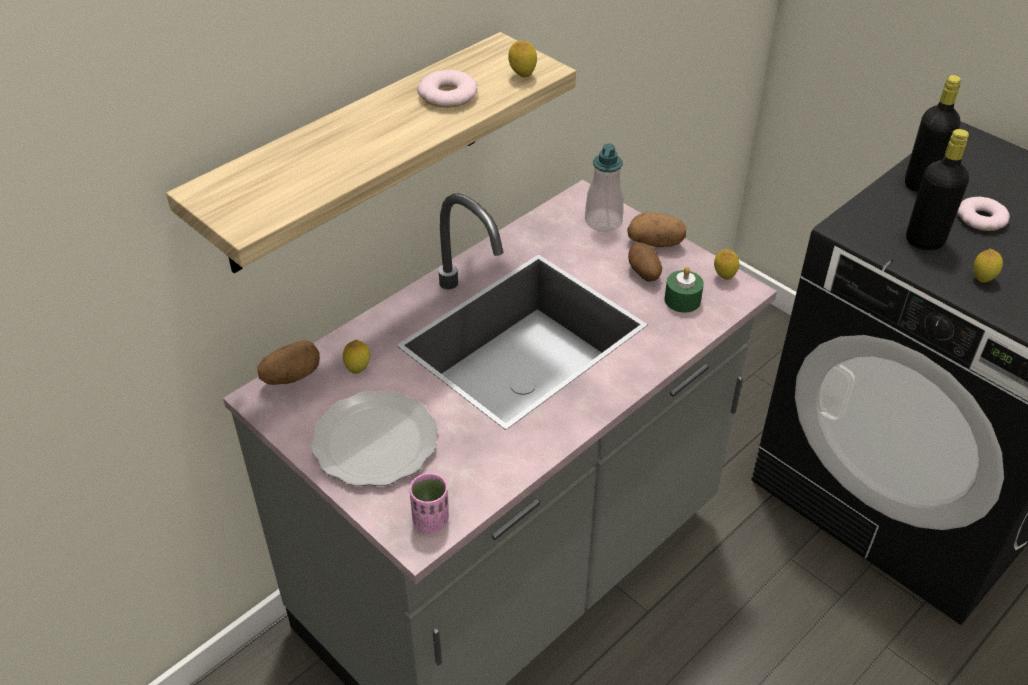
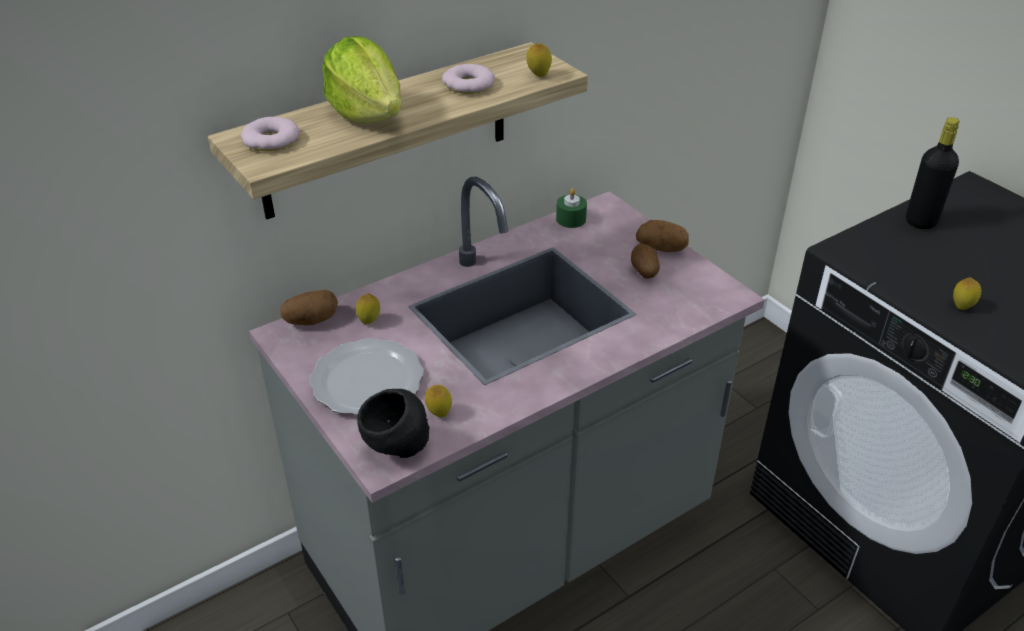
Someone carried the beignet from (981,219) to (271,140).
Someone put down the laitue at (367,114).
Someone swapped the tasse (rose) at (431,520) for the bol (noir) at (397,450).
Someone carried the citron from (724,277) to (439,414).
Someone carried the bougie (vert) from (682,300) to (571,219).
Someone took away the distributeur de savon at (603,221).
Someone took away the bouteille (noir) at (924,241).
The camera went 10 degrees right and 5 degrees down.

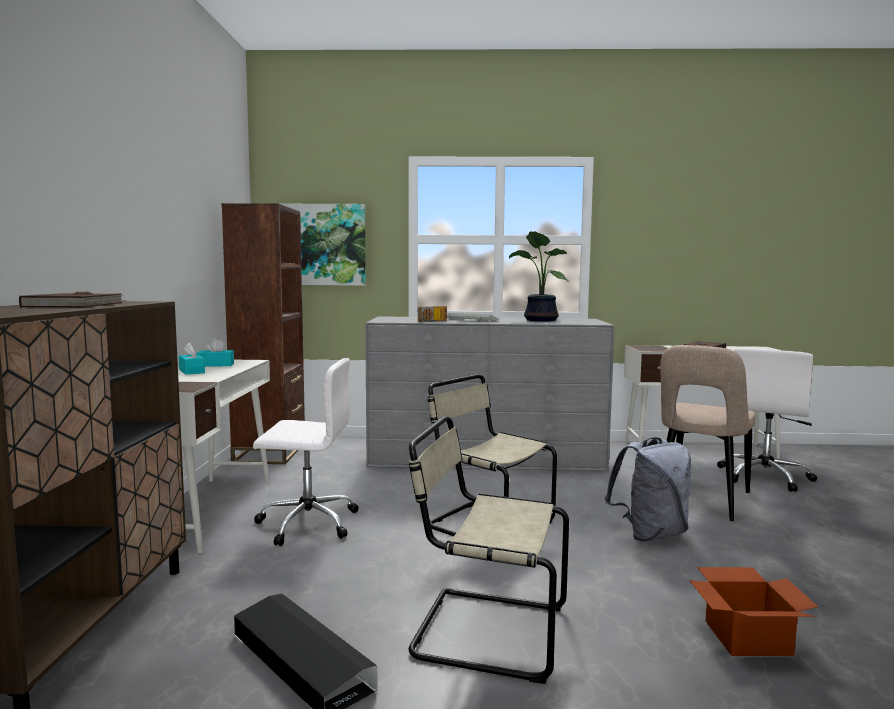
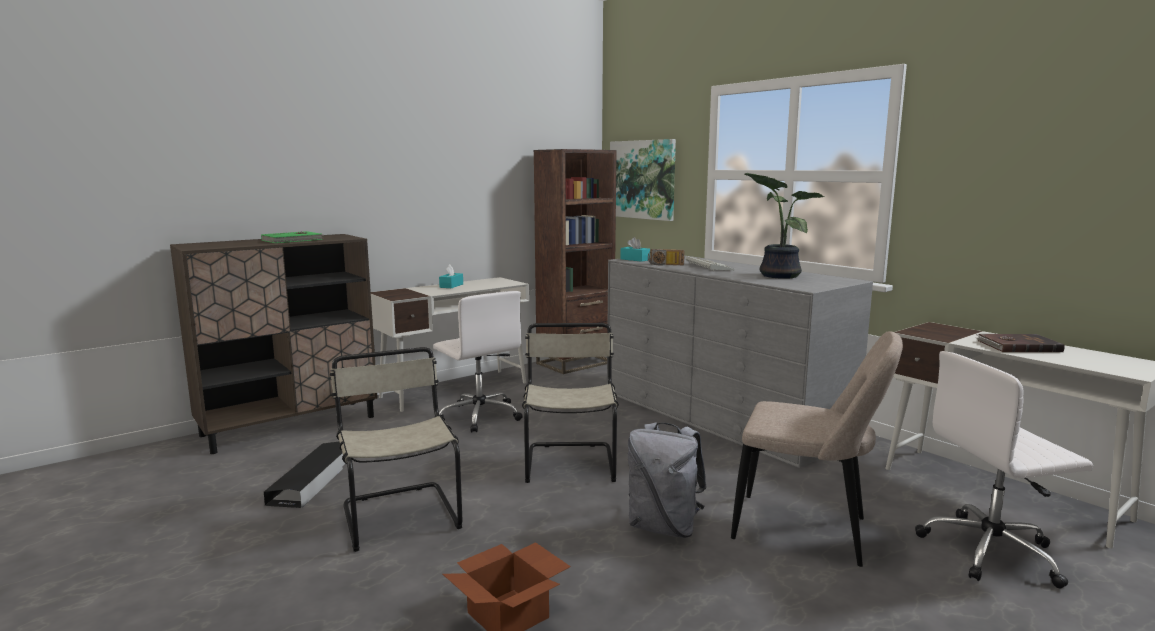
Someone repainted the livre (marron) at (76,305), which became the livre (vert) at (293,240).
Someone carried the boîte à mouchoirs (turquoise) from (216,365) to (635,259).
Someone rotated the chaise (beige) at (700,501) by 150 degrees counterclockwise.
The camera went 50 degrees right and 5 degrees up.

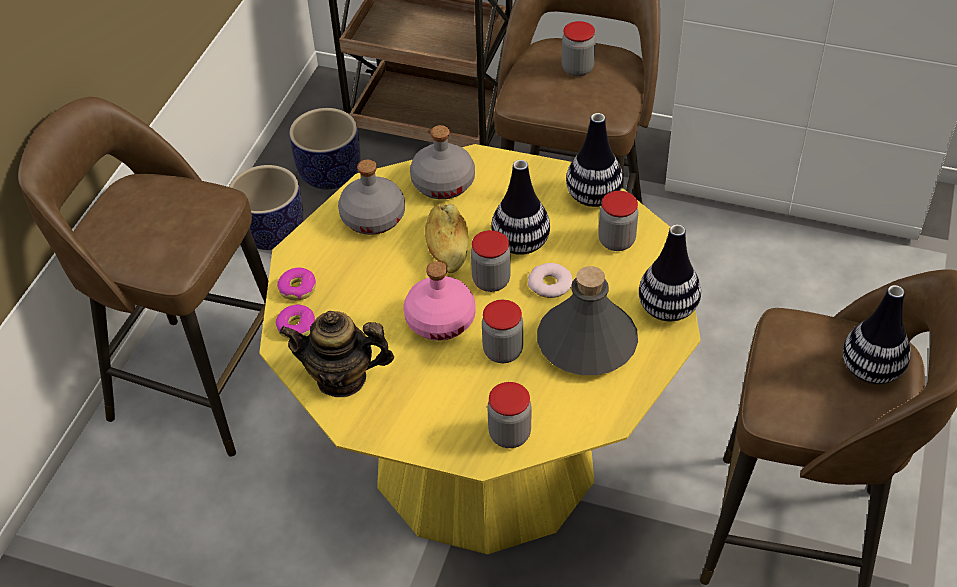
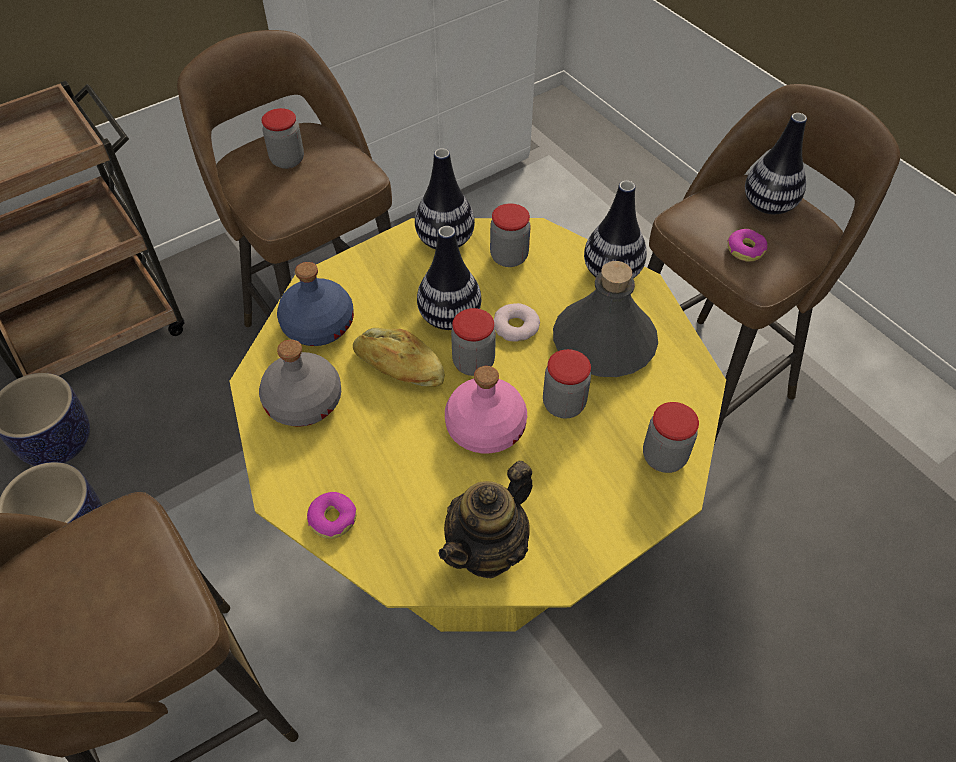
Someone repainted the bouteille (gris) at (443,183), which became the bouteille (bleu) at (317,324).
Someone carried the beignet from (296,326) to (745,250).
The camera went 55 degrees left and 5 degrees up.

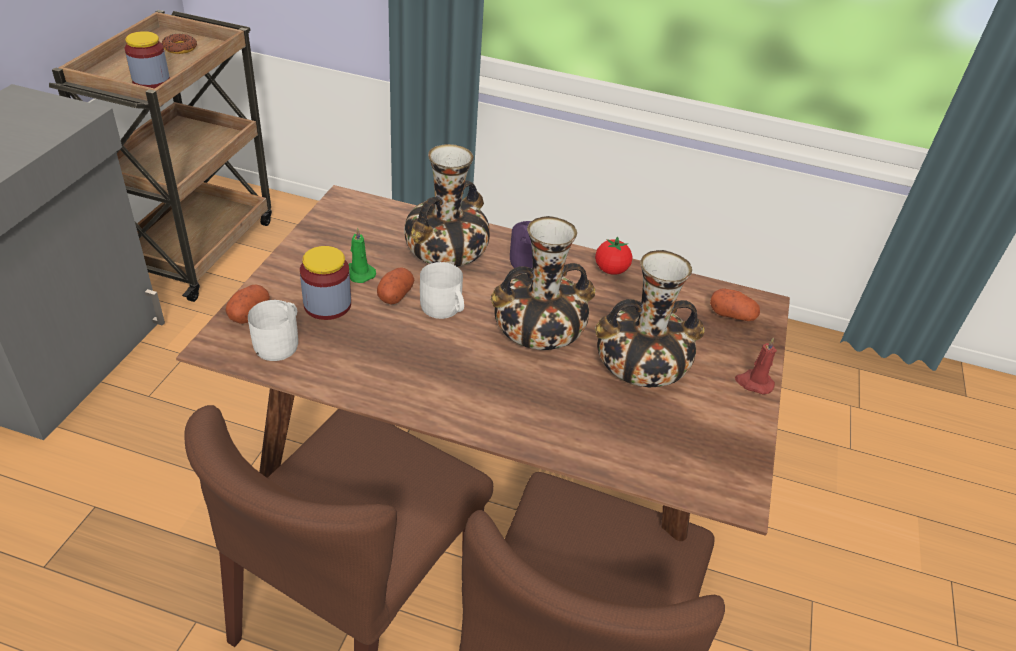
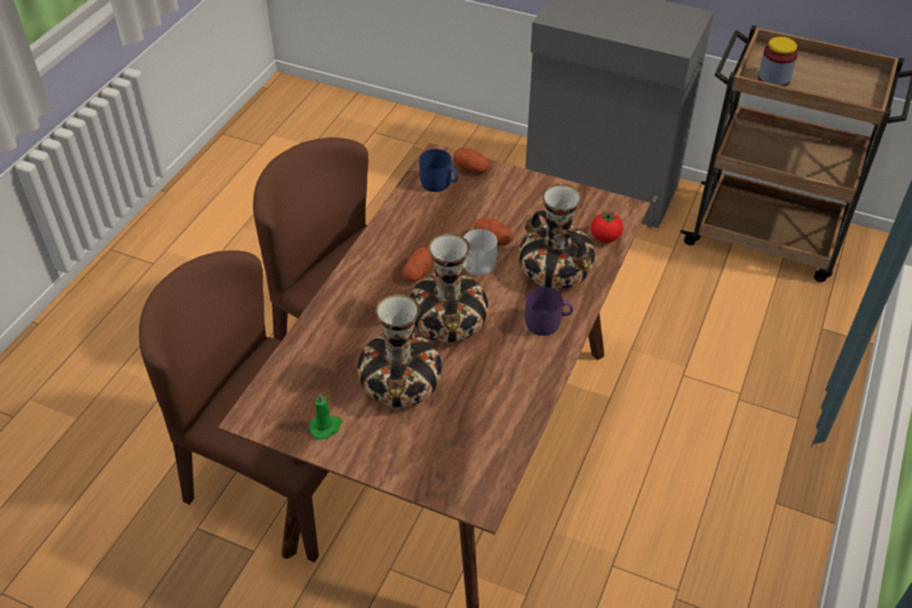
Someone carried the bougie (vert) from (359,273) to (326,427).
Someone carried the pomme de terre from (732,315) to (418,272).
Someone repainted the mug (blanc) at (280,342), which became the mug (bleu) at (439,184).
Someone carried the tomate from (611,270) to (605,238).
Someone took away the beignet at (180,48).
Someone took away the bocal at (327,305).
Someone took away the bougie (rouge) at (753,383).
The camera went 100 degrees right and 5 degrees up.

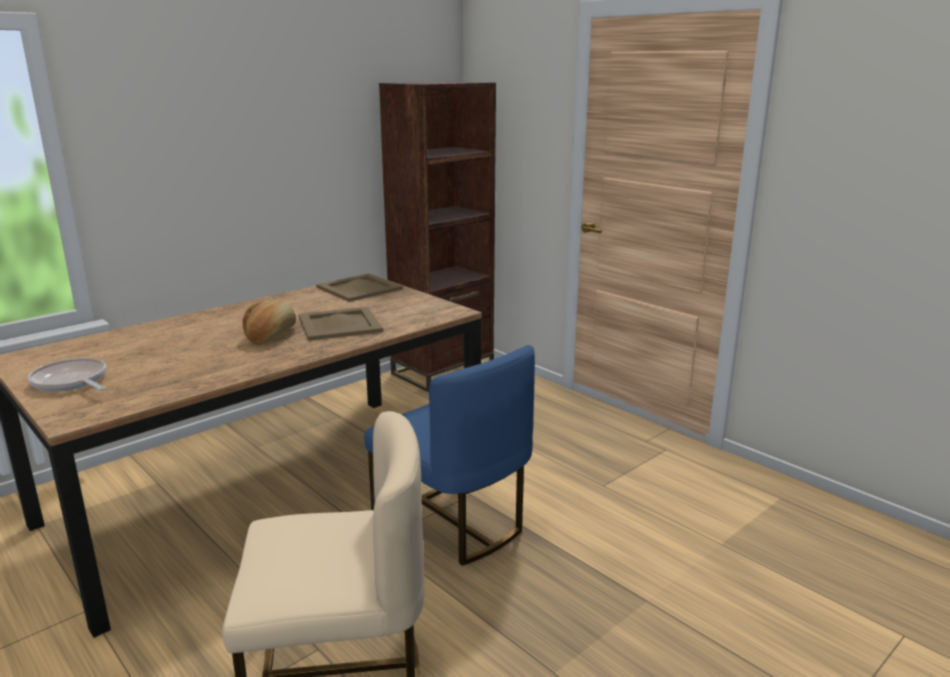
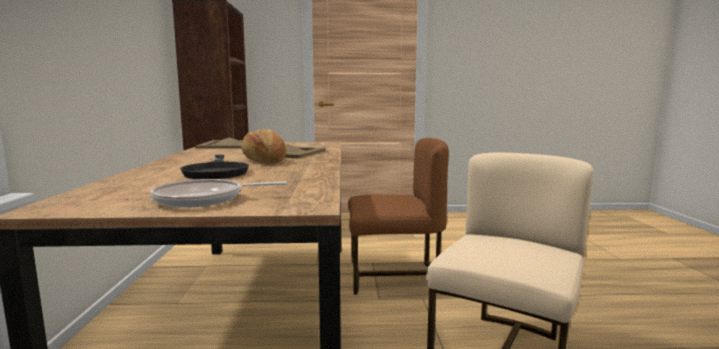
Someone put down the poêle (noir) at (216,171).
Someone repainted the chaise (bleu) at (453,523), which became the chaise (marron) at (393,275).
The camera went 50 degrees left and 10 degrees down.

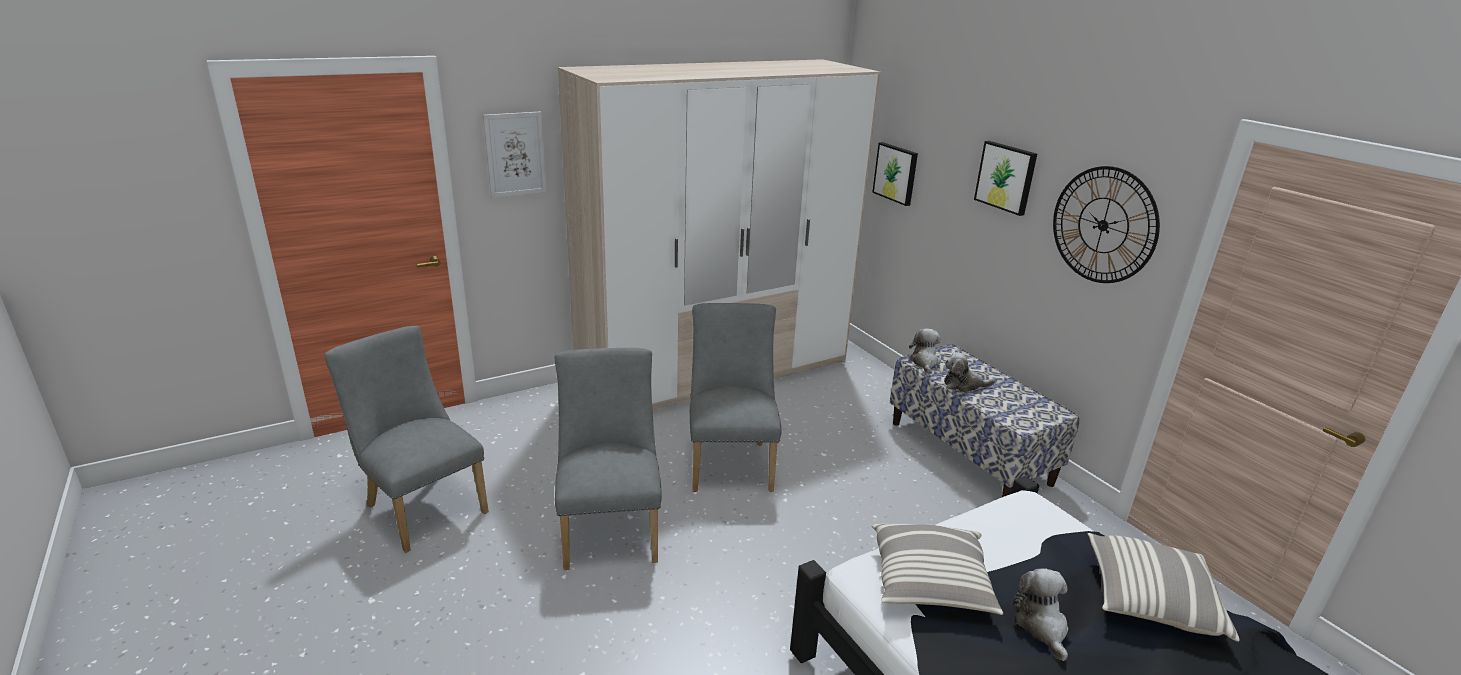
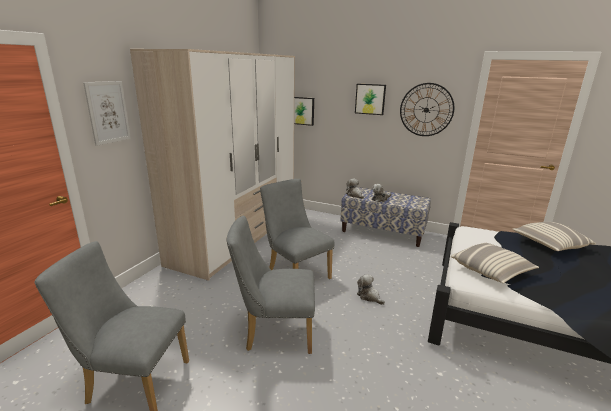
Someone rotated the chaise (gris) at (610,528) by 45 degrees counterclockwise.
Someone carried the peluche from (1041,626) to (369,296).
The camera went 35 degrees left and 5 degrees down.

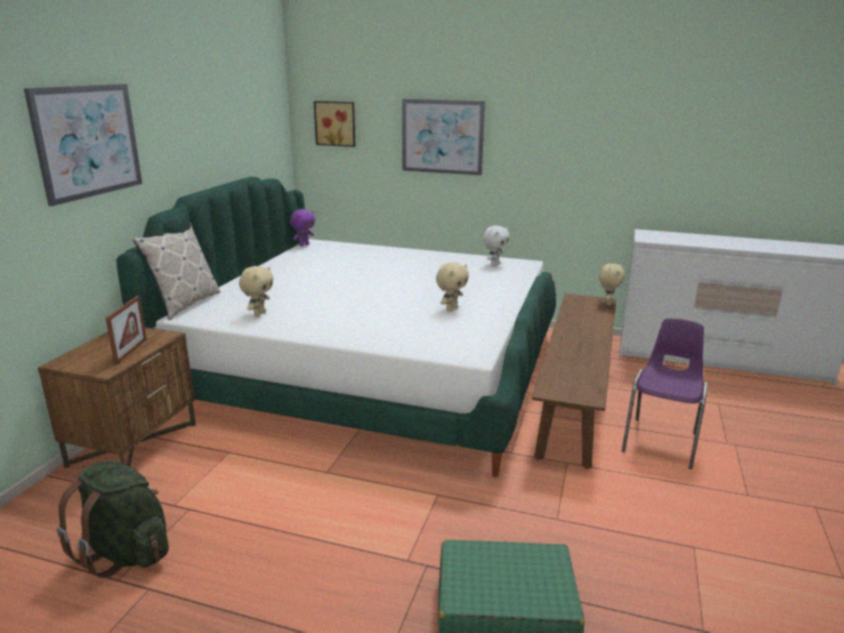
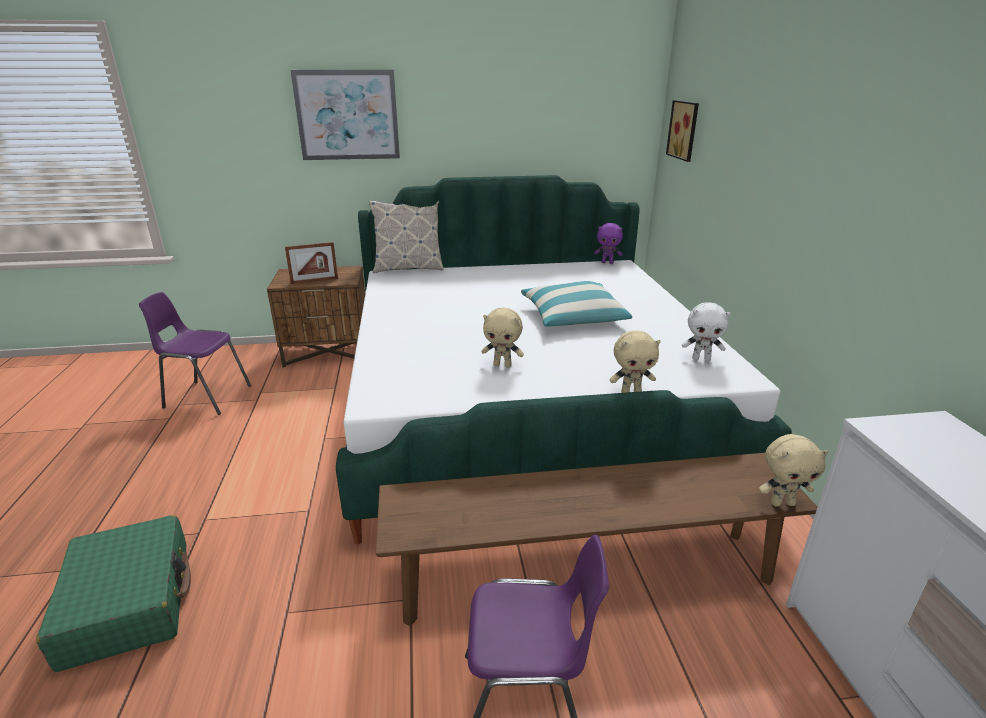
Someone swapped the sac à dos (vert) at (126,552) for the chaise (violet) at (206,397).
Someone put down the coussin at (573,317).
Someone carried the peluche (beige) from (259,314) to (631,392).
Someone took away the tableau at (442,136).
The camera went 65 degrees right and 5 degrees up.

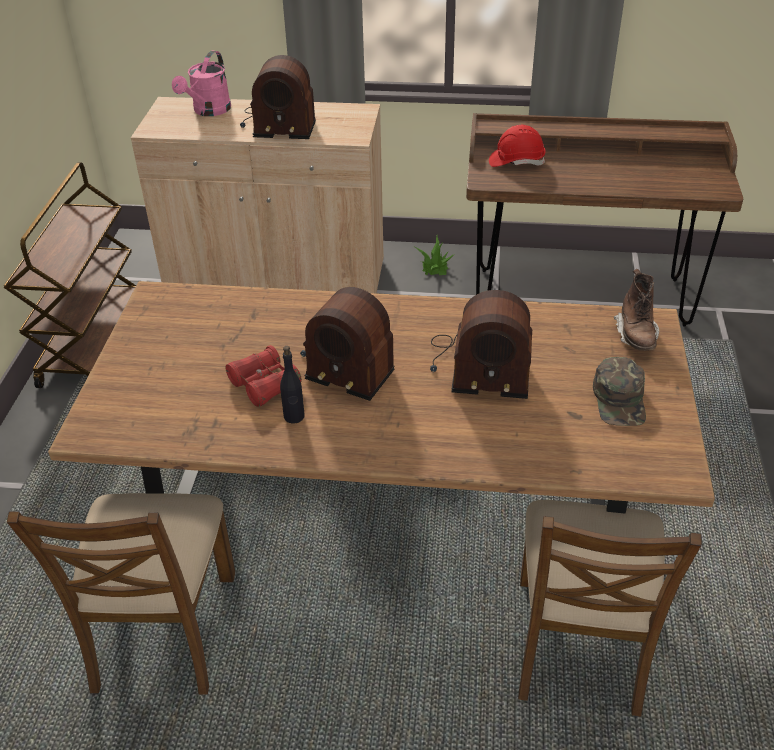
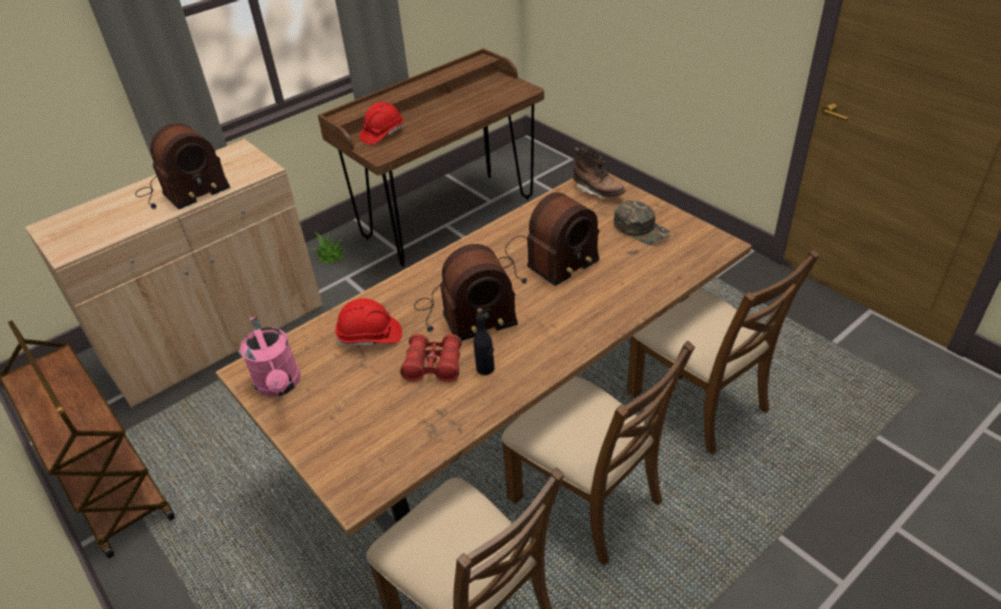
Someone carried the arrosoir (rose) from (208,111) to (280,385).
Someone put down the casque de chantier (rouge) at (370,336).
Someone put down the chaise (marron) at (587,499).
The camera went 45 degrees left and 0 degrees up.

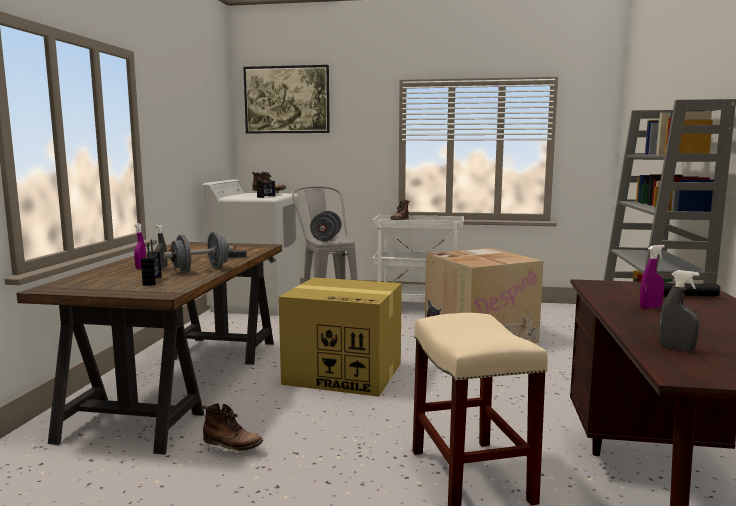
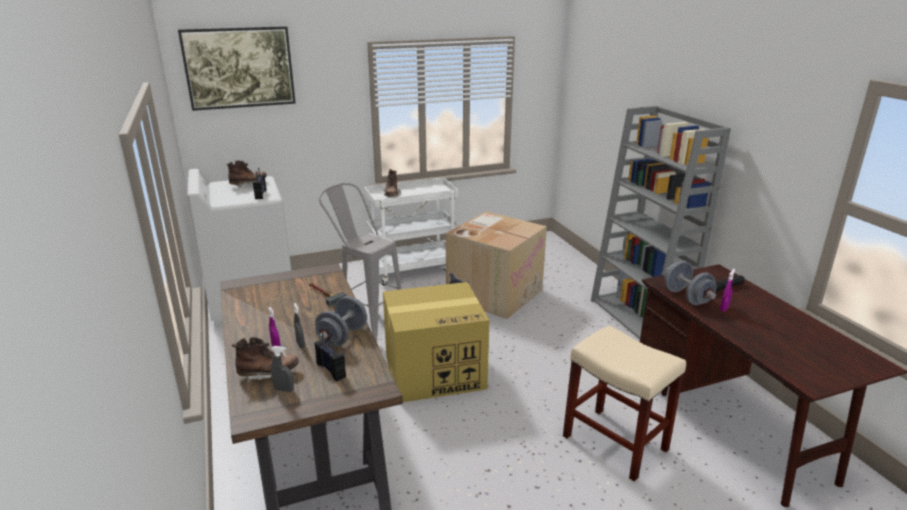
Someone carried the botte (marron) from (232,449) to (268,374).
Someone carried the vaporisateur (gris) from (676,348) to (284,390).
Someone carried the haltère (gris) from (326,239) to (687,297).
The camera went 30 degrees left and 15 degrees up.

